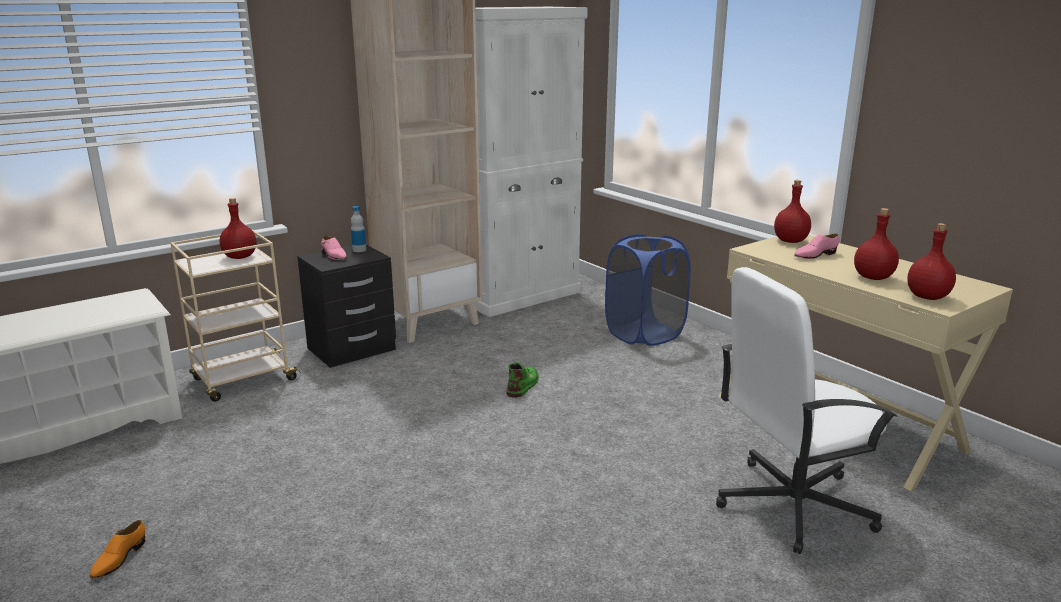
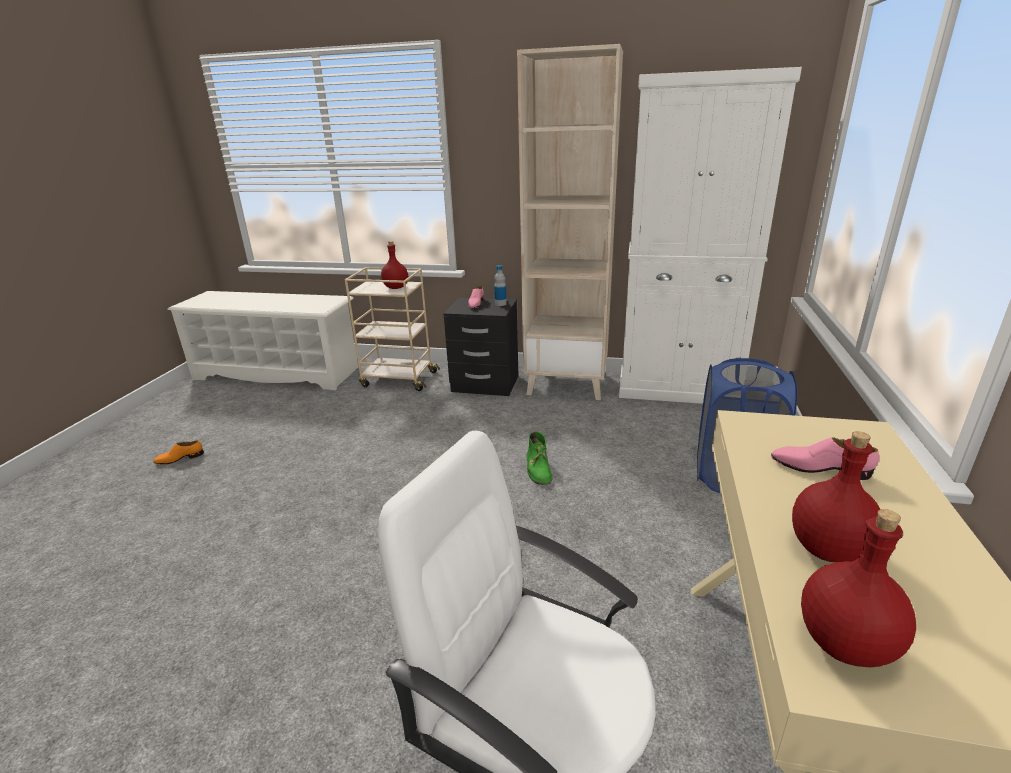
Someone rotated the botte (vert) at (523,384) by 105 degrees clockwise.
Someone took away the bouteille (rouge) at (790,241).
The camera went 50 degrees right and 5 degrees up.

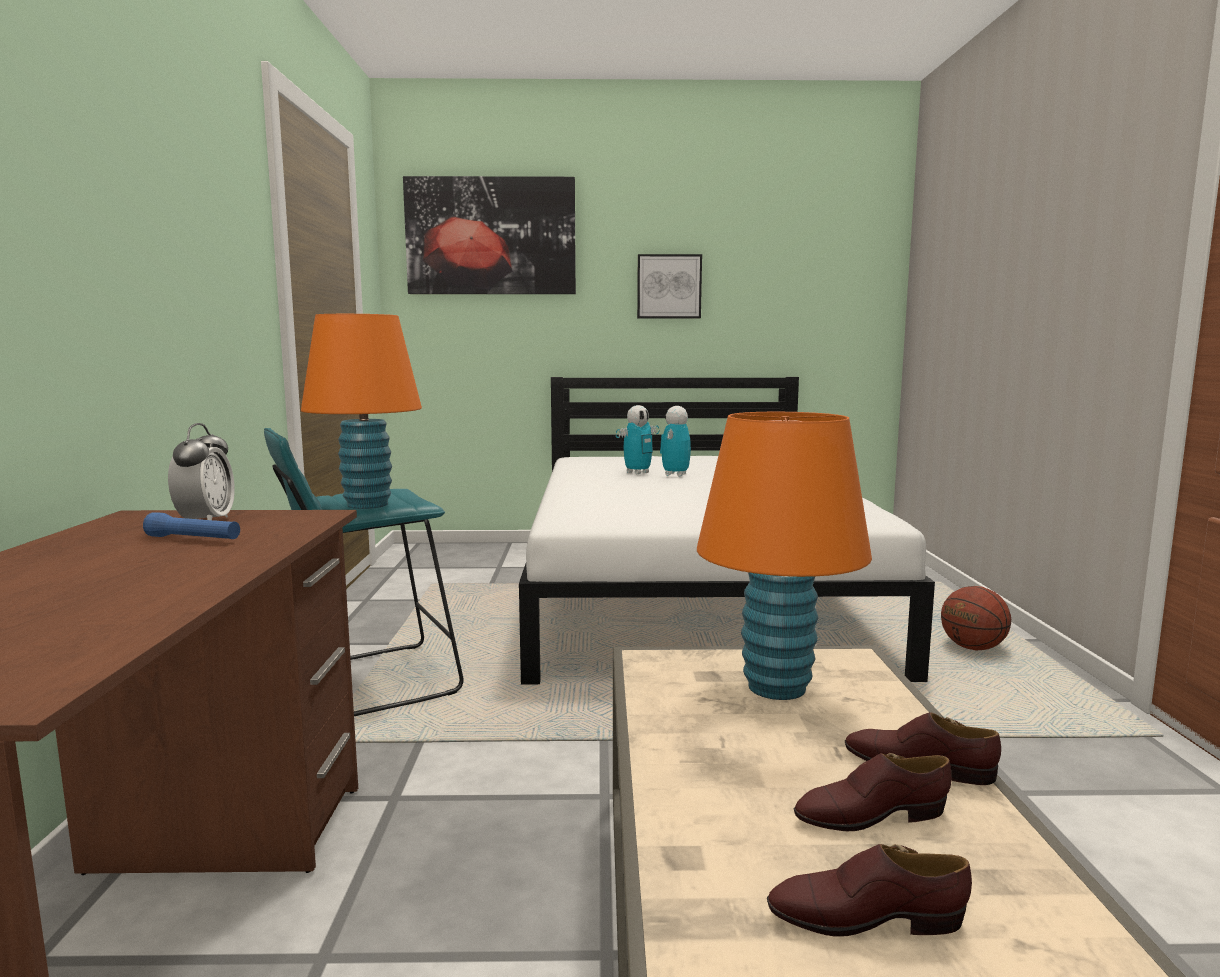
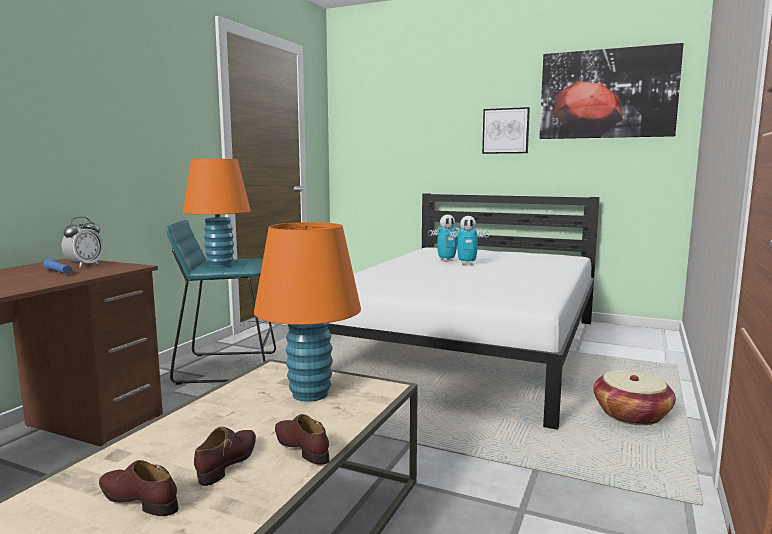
Someone rotated the chaussure (marron) at (870,815) by 90 degrees clockwise.
Someone rotated the robot jouet at (675,475) by 135 degrees counterclockwise.
Someone carried the tableau from (491,236) to (607,94).
Someone swapped the ballon de basket at (972,648) for the panier at (631,415).
The camera went 25 degrees right and 0 degrees up.

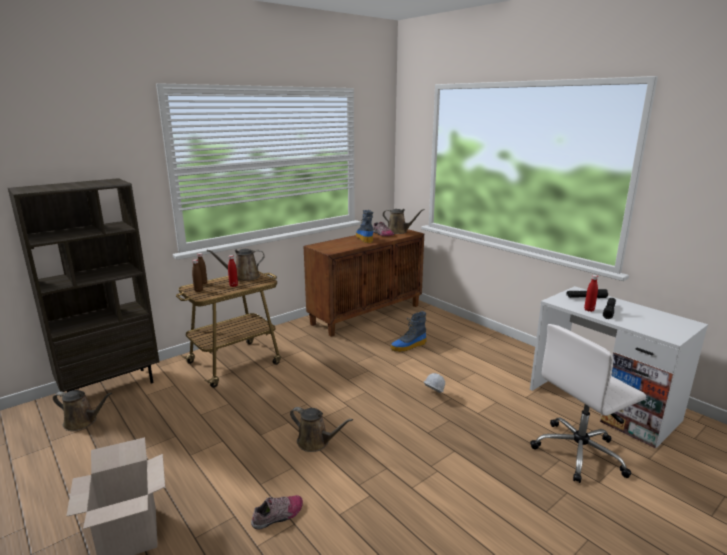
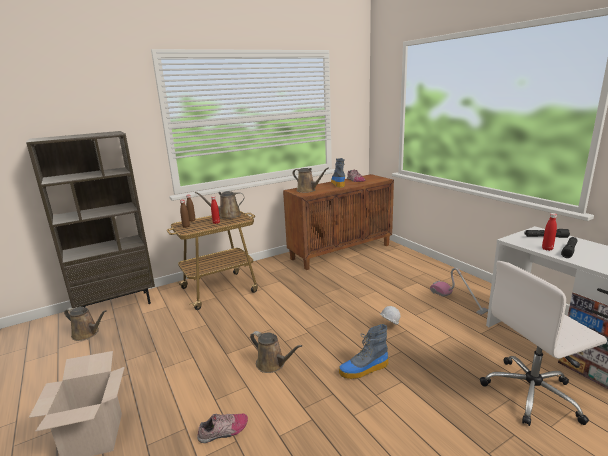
Someone carried the arrosoir (marron) from (399,231) to (307,190).
Someone carried the botte from (408,346) to (363,369).
Someone put down the aspirateur at (457,300).
The camera went 10 degrees right and 0 degrees up.

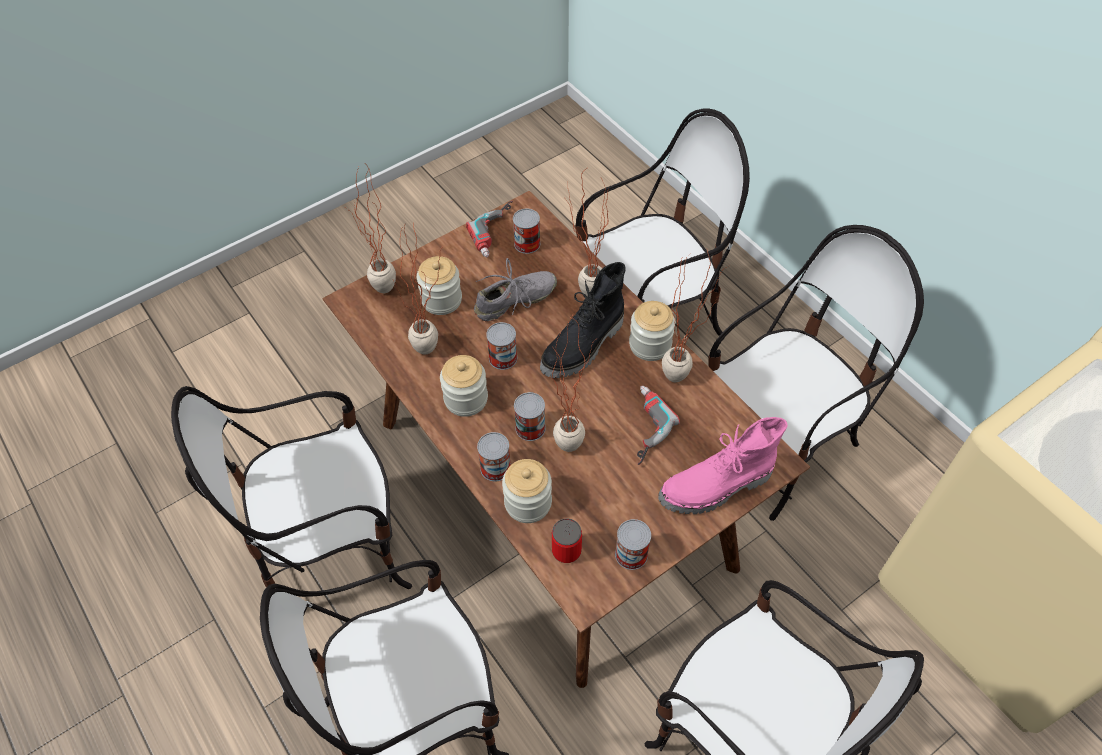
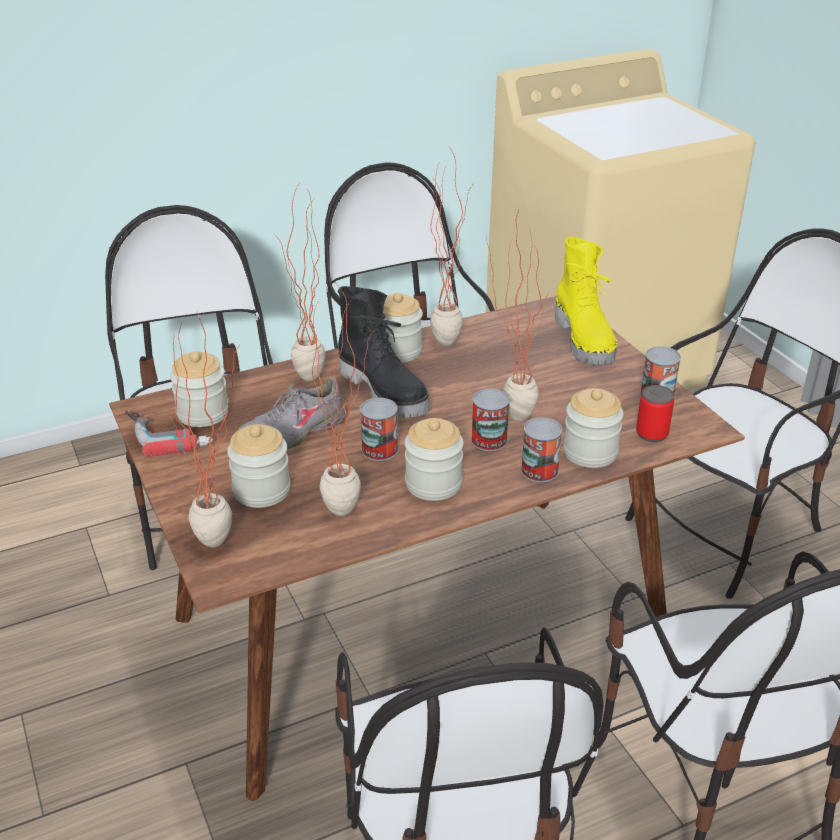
Someone swapped the boîte métallique at (527,244) for the bocal at (203,413).
Someone rotated the chaussure (gris) at (515,301) by 105 degrees counterclockwise.
Someone repainted the botte (rose) at (716,488), which became the botte (jaune) at (585,340).
Someone took away the perceuse at (641,426).
The camera went 80 degrees left and 20 degrees down.

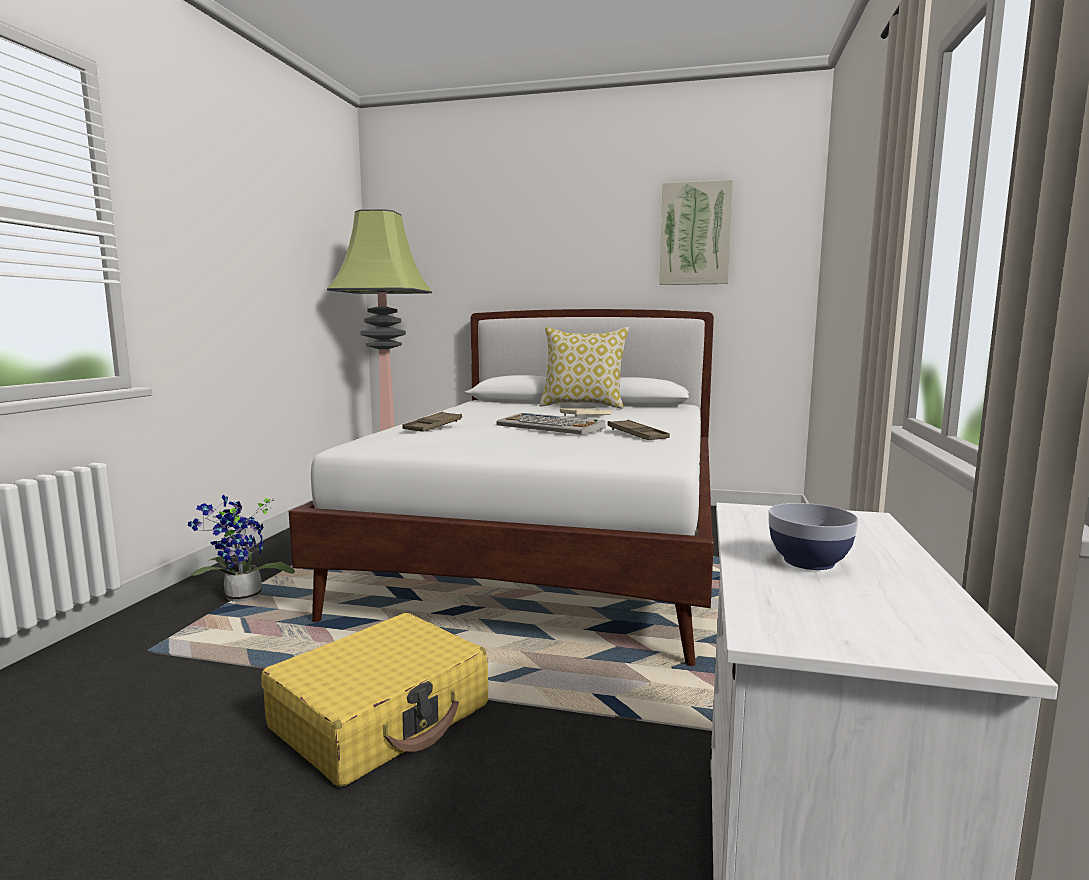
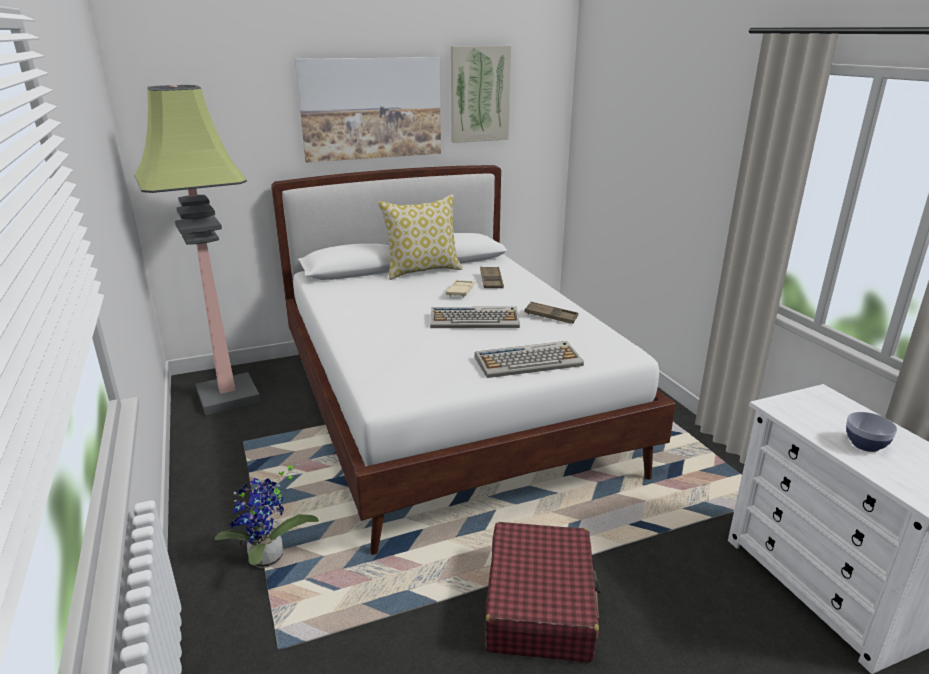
Someone put up the tableau at (371,108).
Someone put down the clavier at (529,361).
Someone carried the plateau (marron) from (433,426) to (491,281).
Someone repainted the valise (jaune) at (382,717), which became the valise (rouge) at (540,604).
The camera went 35 degrees left and 15 degrees up.

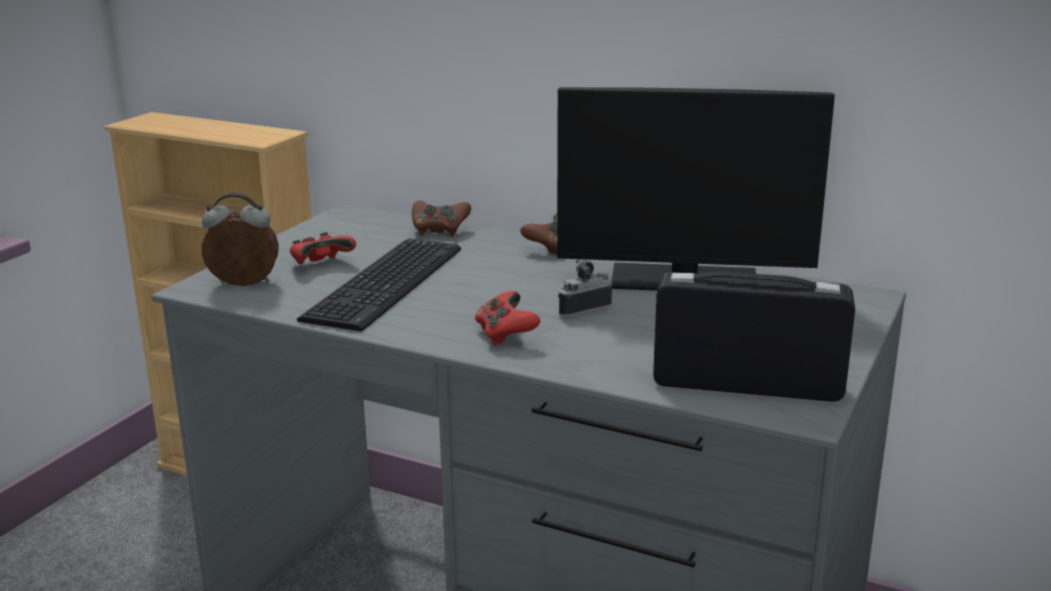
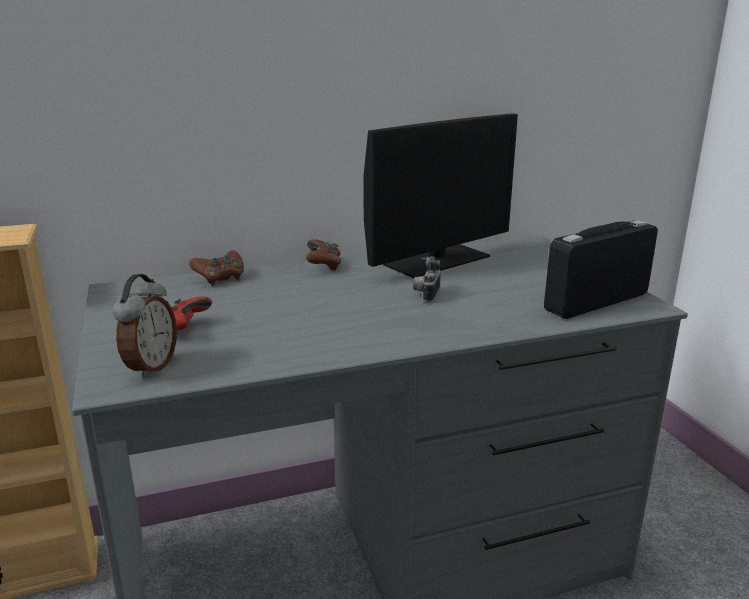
Someone rotated the réveil at (243,284) by 150 degrees clockwise.
Someone took away the clavier at (390,282).
Someone took away the manette (rouge) at (505,334).
The camera went 45 degrees left and 0 degrees up.

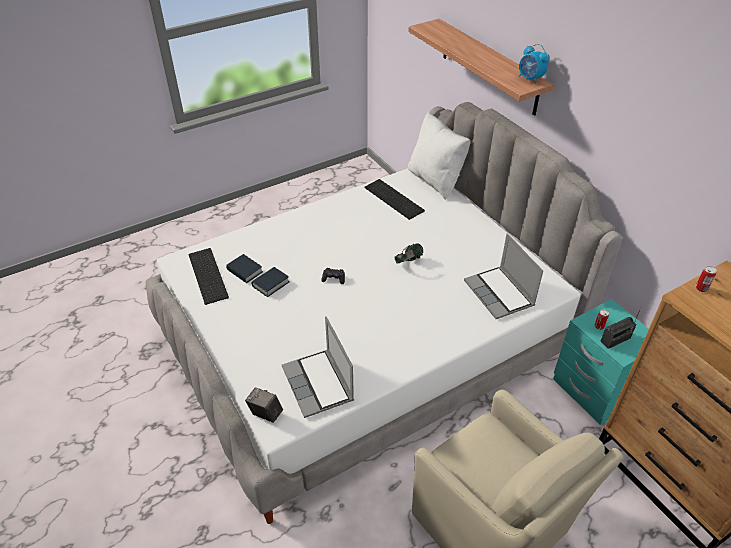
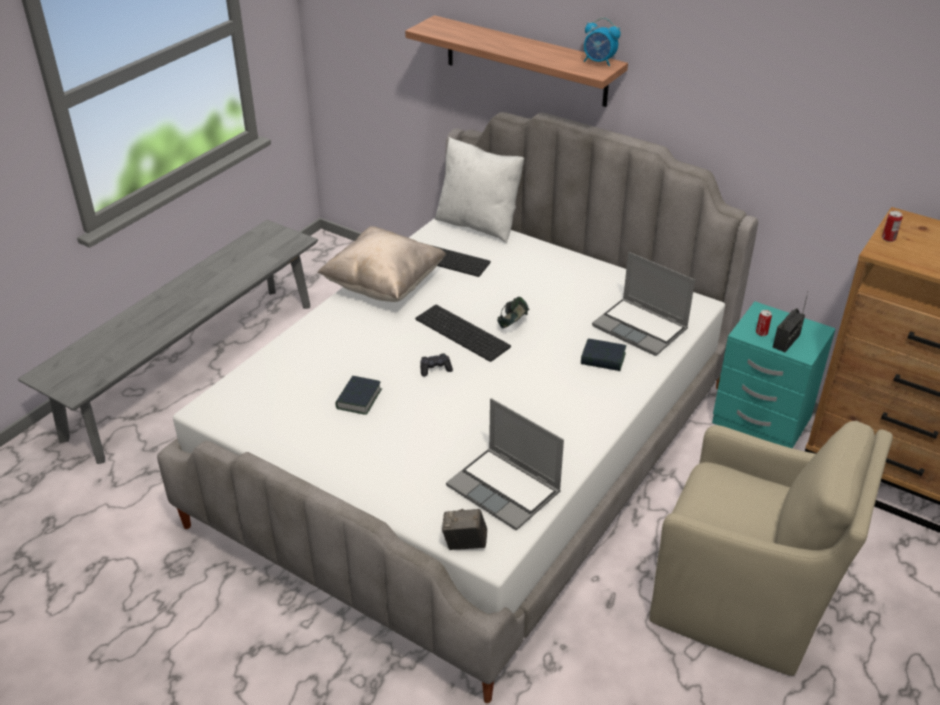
Someone put down the banc (gris) at (195,368).
Someone put down the coussin (beige) at (384,285).
Someone carried the clavier from (209,275) to (464,332).
Someone carried the livre from (245,271) to (603,359).
The camera went 25 degrees left and 5 degrees down.

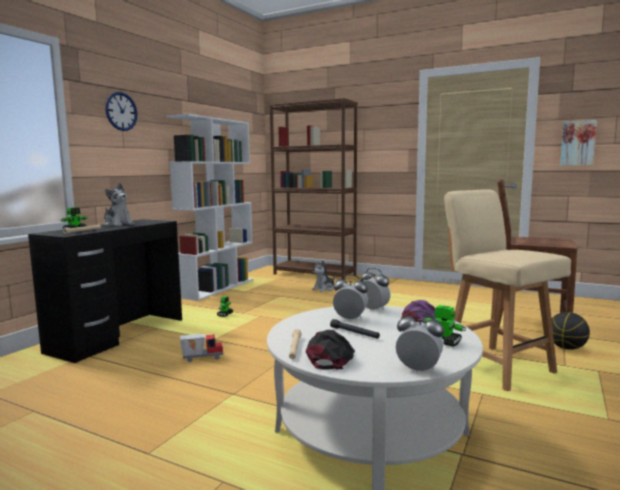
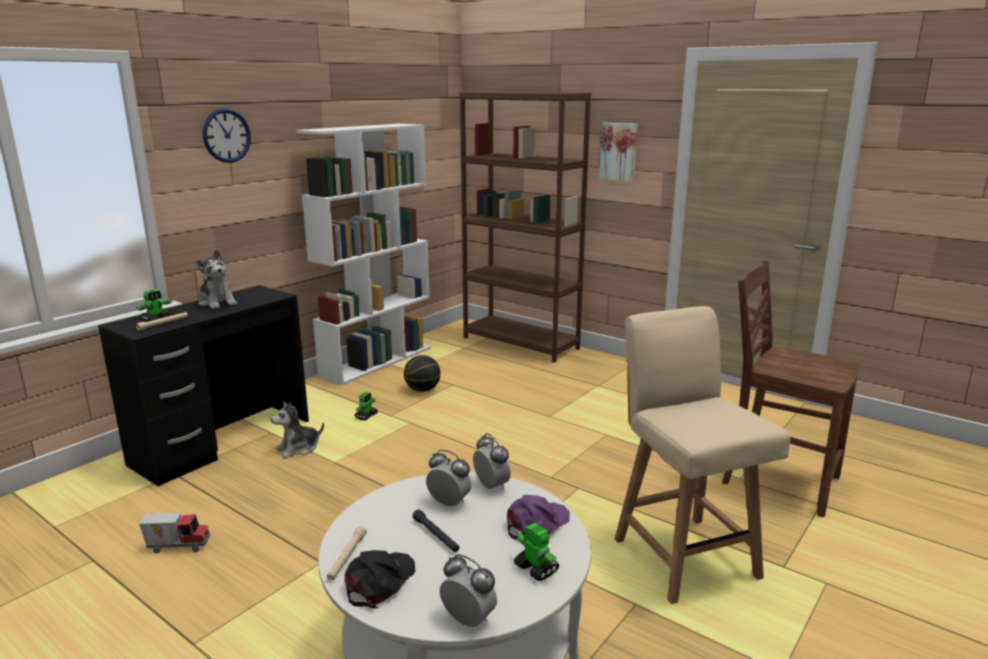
Someone carried the camion jouet from (202,357) to (178,546).
Someone carried the peluche from (324,289) to (298,448).
Someone carried the ballon de basket from (566,348) to (422,390).
Someone carried the tableau from (578,143) to (619,151).
The camera went 10 degrees right and 10 degrees up.

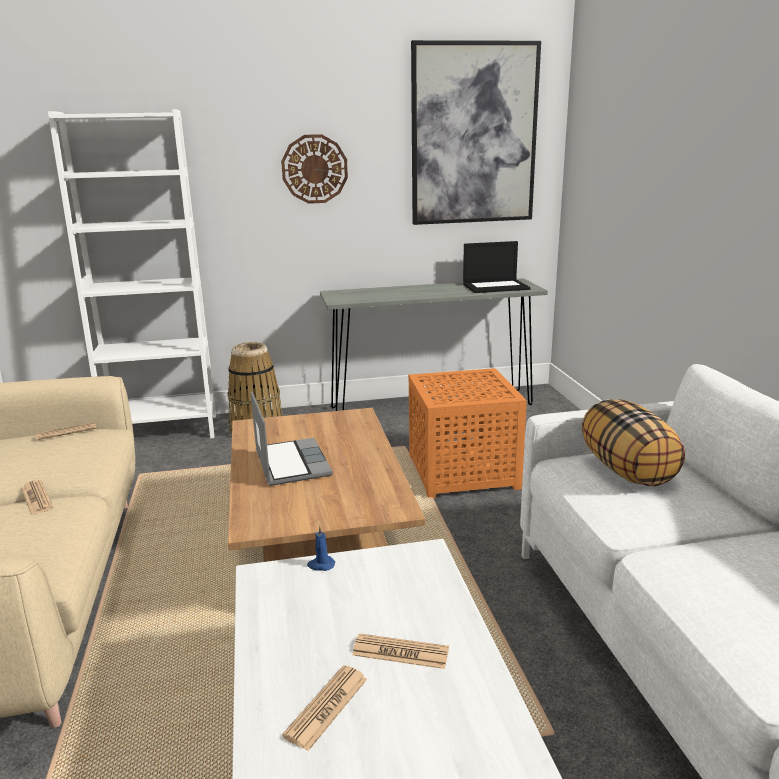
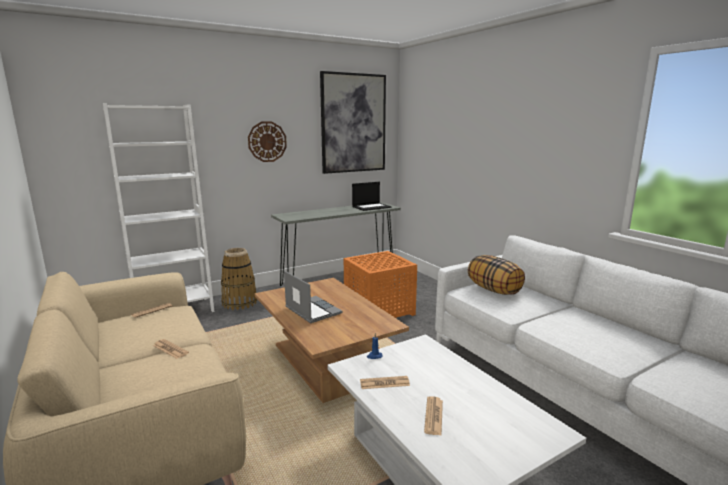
Someone carried the journal from (400,652) to (384,383).
The camera went 20 degrees left and 5 degrees down.

